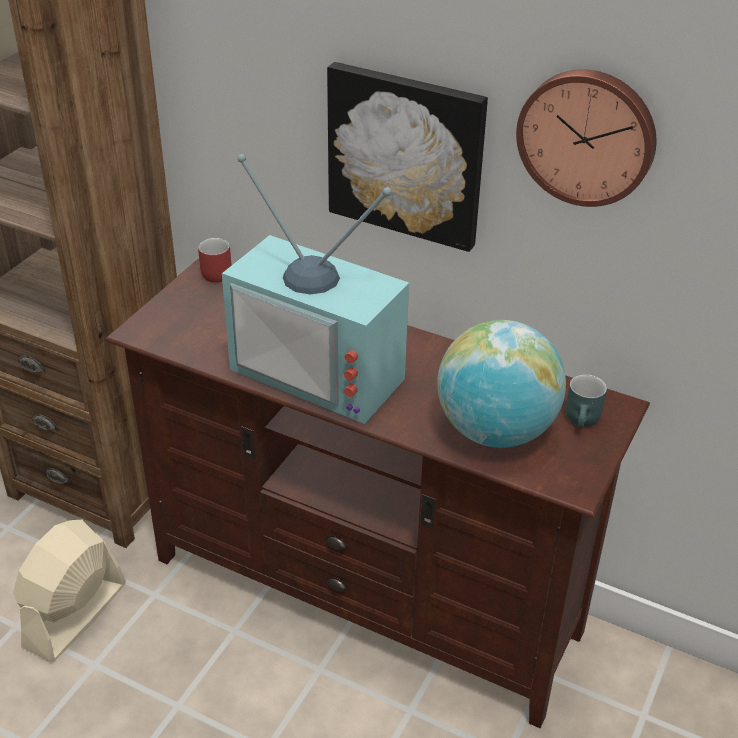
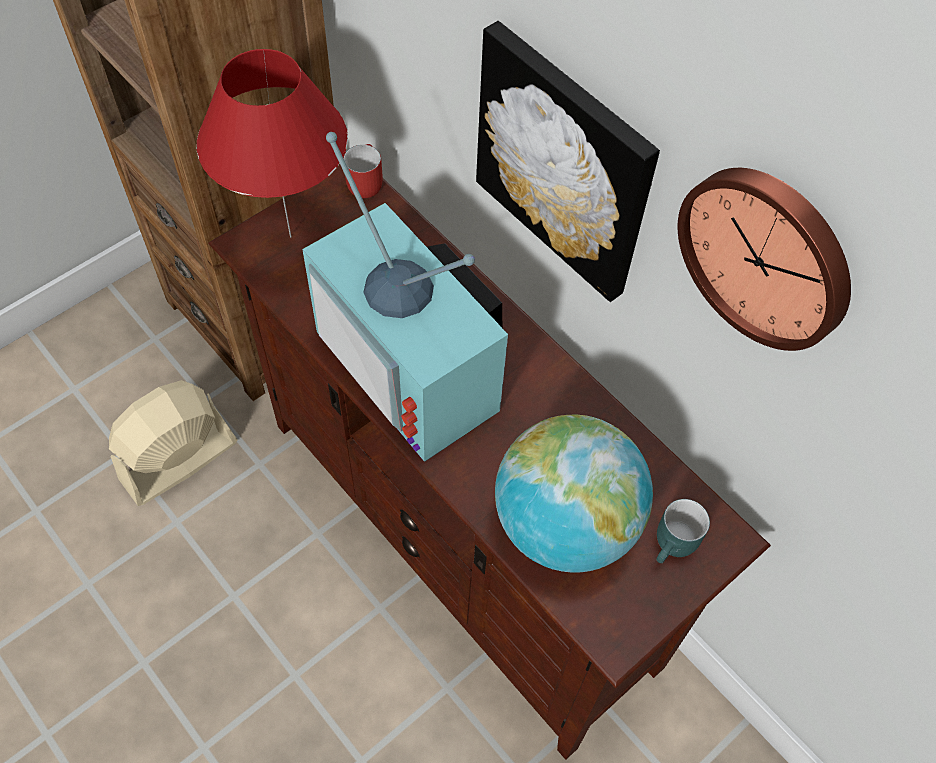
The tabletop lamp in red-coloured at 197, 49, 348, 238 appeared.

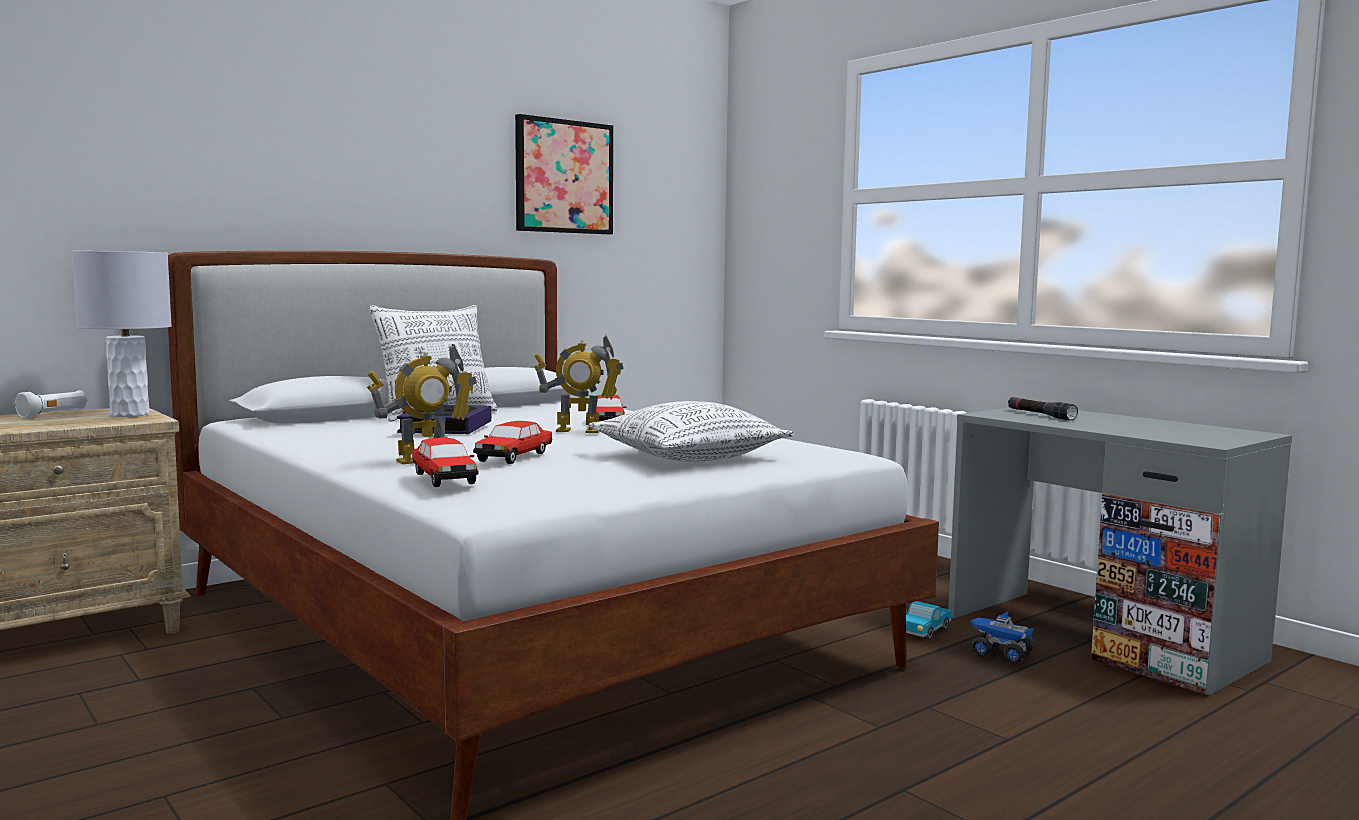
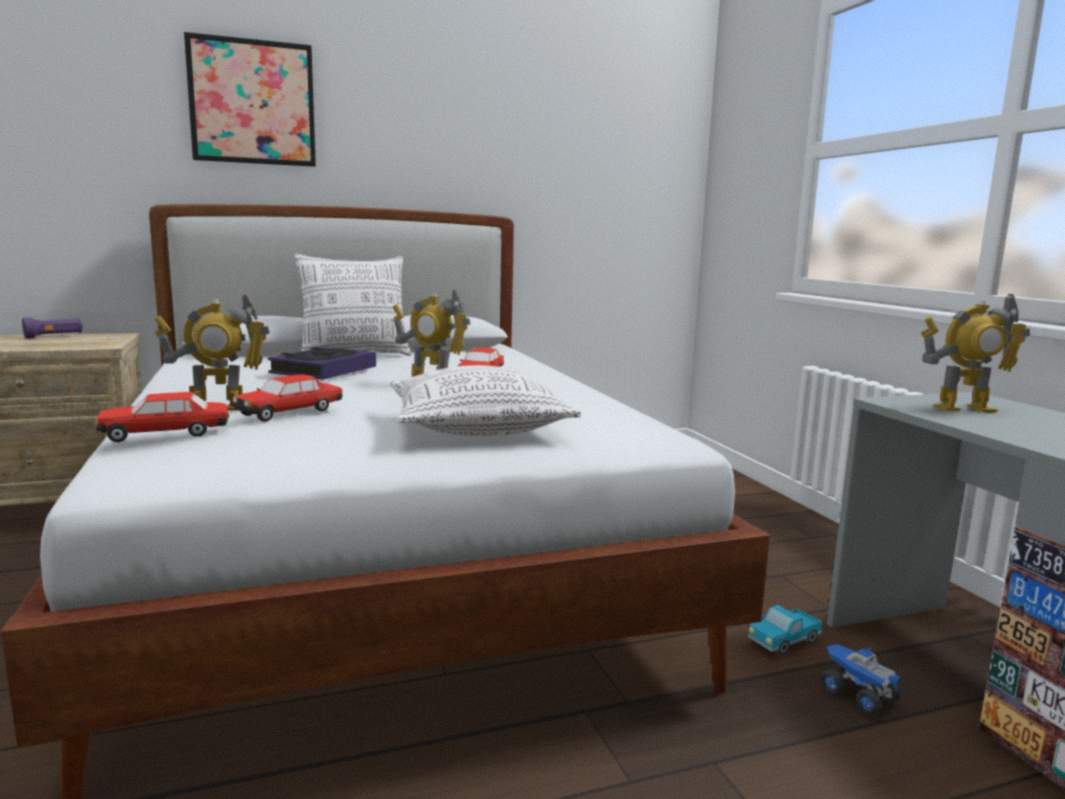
The flashlight in white-coloured at 15, 390, 87, 418 became the flashlight in purple-coloured at 22, 317, 83, 339. The toy car at 412, 438, 479, 487 turned 75 degrees clockwise. The picture moved from 515, 114, 613, 234 to 184, 32, 316, 167. The flashlight in black-coloured at 1008, 397, 1078, 420 was replaced by the model robot at 920, 294, 1030, 412. The tabletop lamp in grey at 71, 251, 172, 417 disappeared.

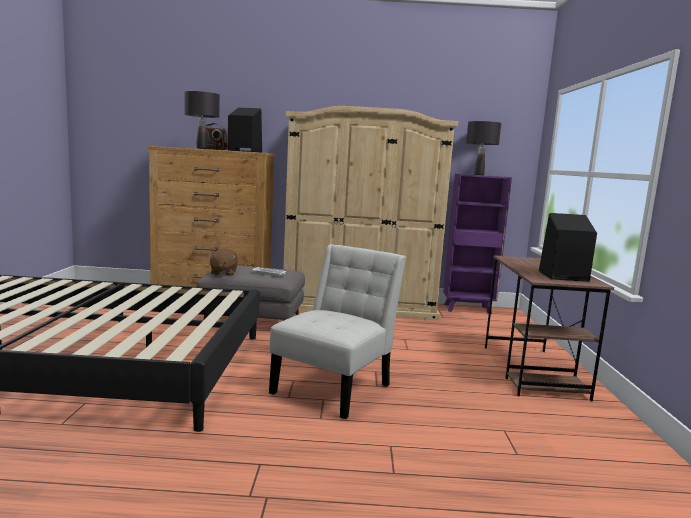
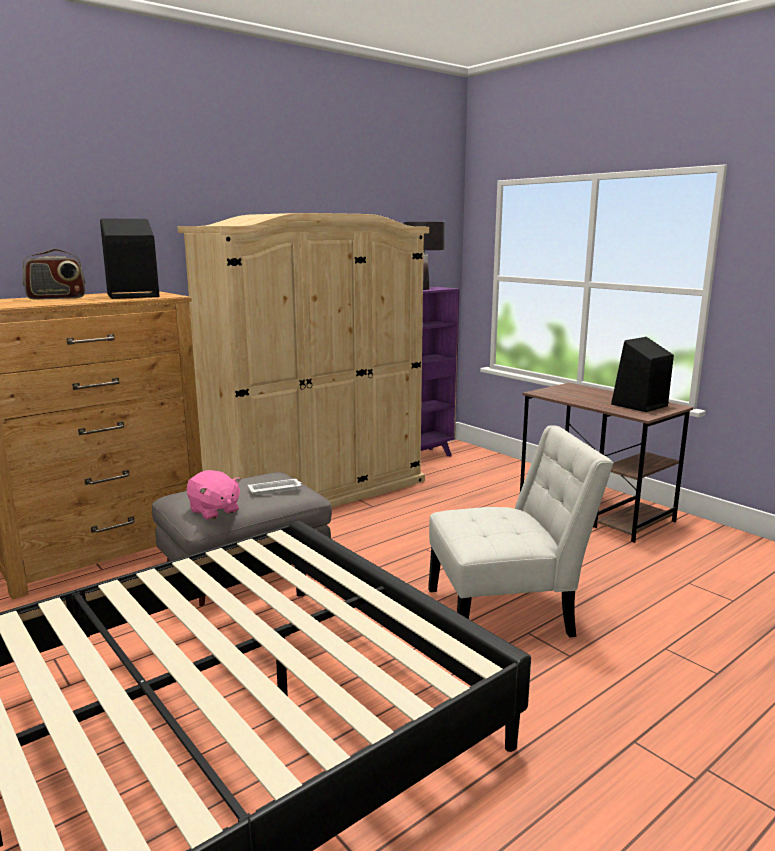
The plush toy in brown at 208, 249, 238, 276 became the plush toy in pink at 187, 470, 241, 520. The plain chair in white-coloured at 269, 244, 406, 419 turned 90 degrees clockwise. The tabletop lamp in black-coloured at 185, 91, 220, 149 disappeared.

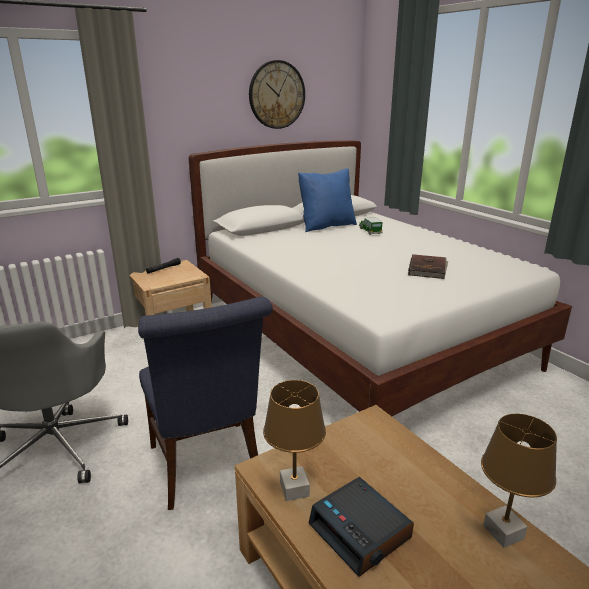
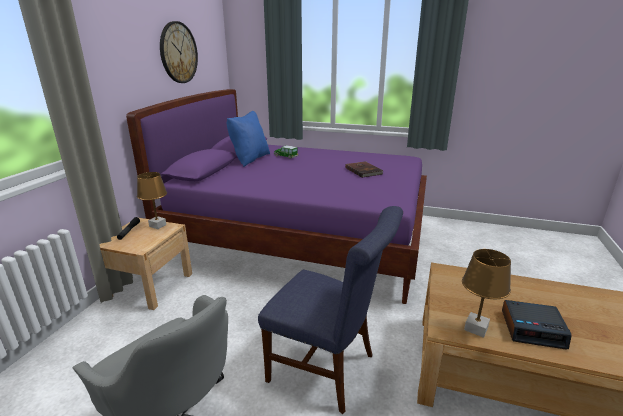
The bedroom bed in white-coloured at 189, 140, 572, 416 became the bedroom bed in purple-coloured at 126, 89, 427, 304. The tabletop lamp in brown moved from 481, 414, 557, 548 to 137, 172, 167, 229.

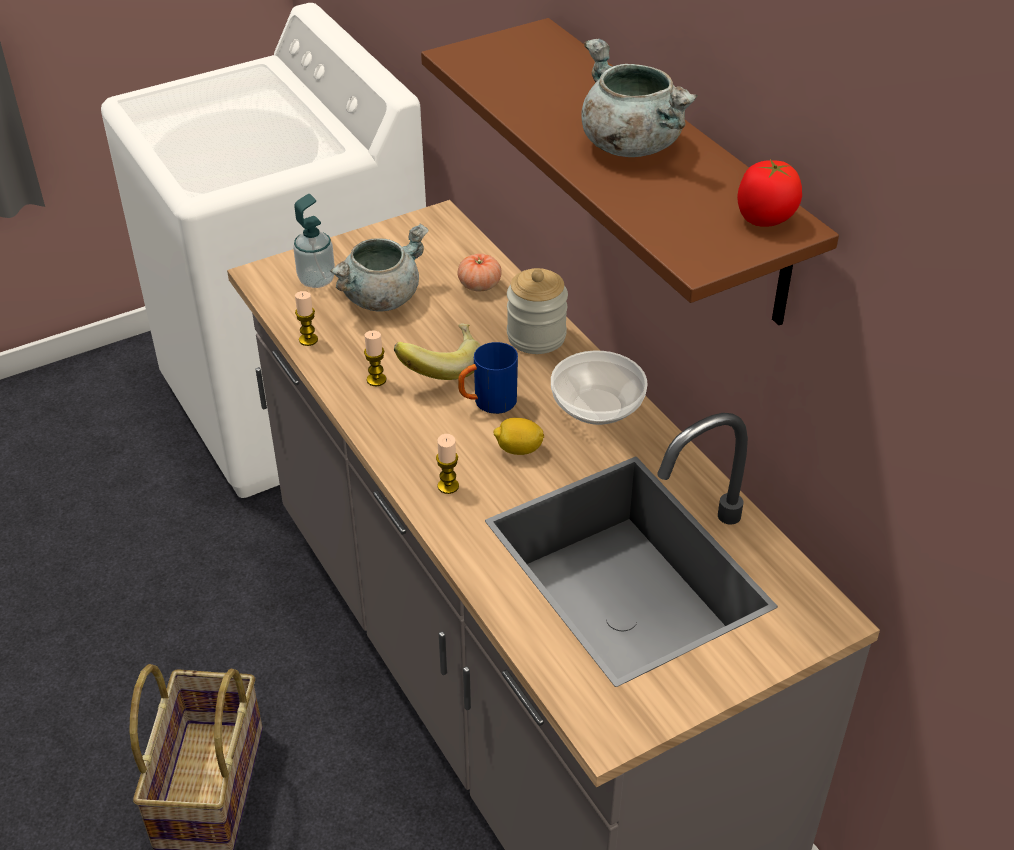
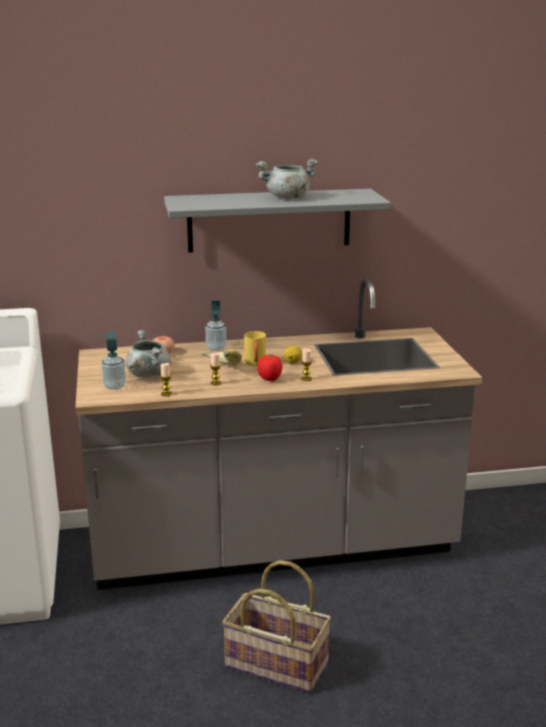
The wall shelf in brown at 421, 18, 839, 325 became the wall shelf in grey at 164, 189, 391, 253. The storage jar at 507, 268, 568, 354 was replaced by the liquid soap bottle at 205, 300, 227, 351. The coffee mug in blue-coloured at 458, 342, 518, 414 became the coffee mug in yellow at 244, 331, 266, 366. The whole tomato moved from 737, 159, 802, 227 to 258, 354, 282, 381. The deep dish at 551, 351, 647, 425 disappeared.

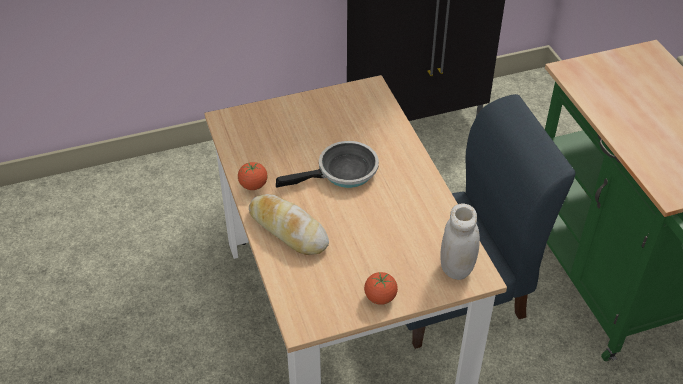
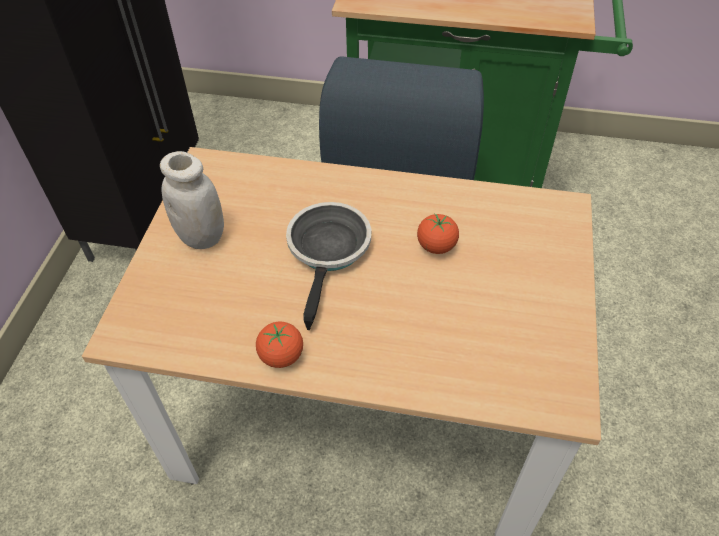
The storage jar in white-coloured moved from 440, 204, 480, 280 to 160, 151, 224, 249. The whole tomato moved from 364, 272, 398, 305 to 417, 214, 459, 254. The bread at 249, 194, 329, 255 disappeared.

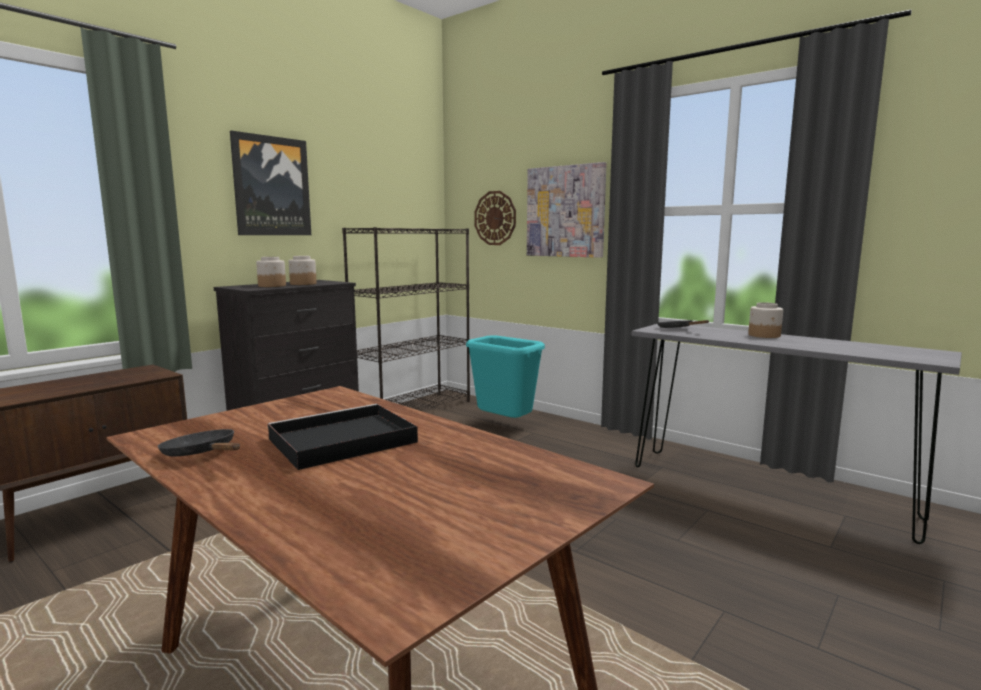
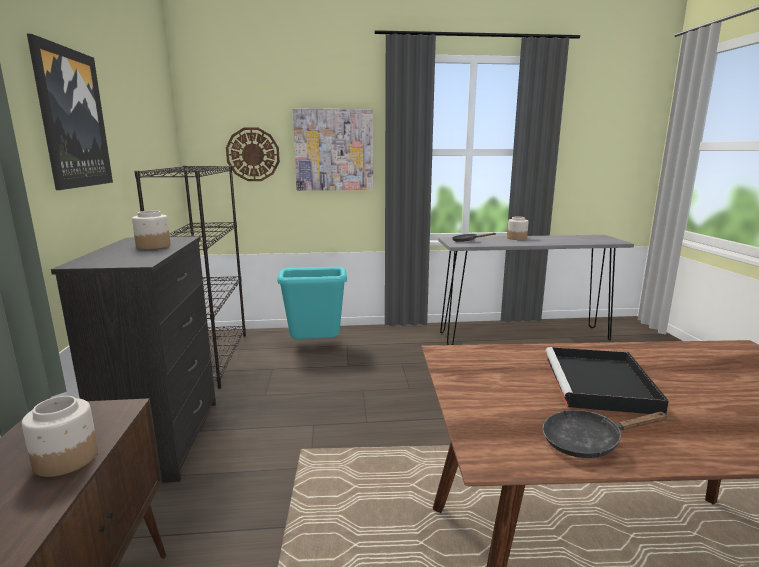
The storage jar moved from 256, 257, 286, 287 to 22, 396, 98, 477.

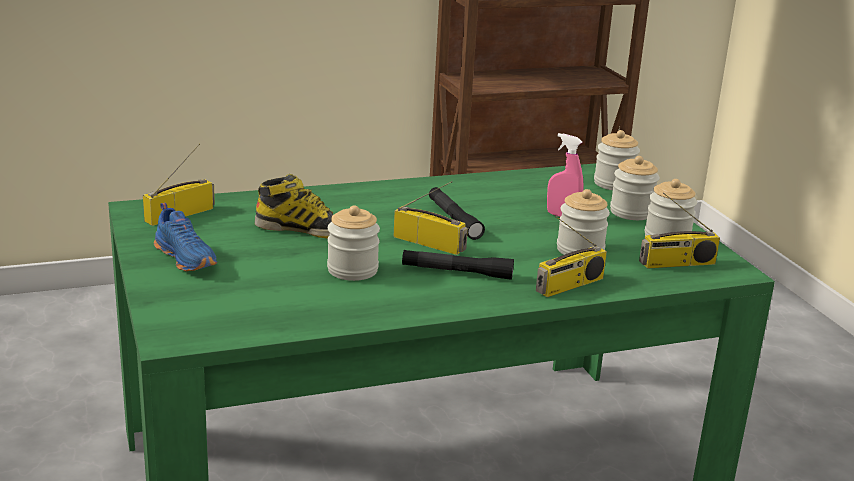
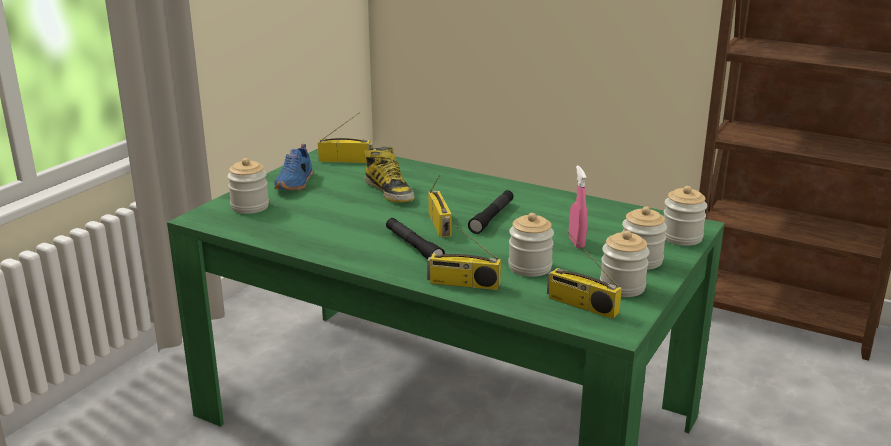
The storage jar moved from 327, 205, 380, 281 to 227, 158, 269, 214.

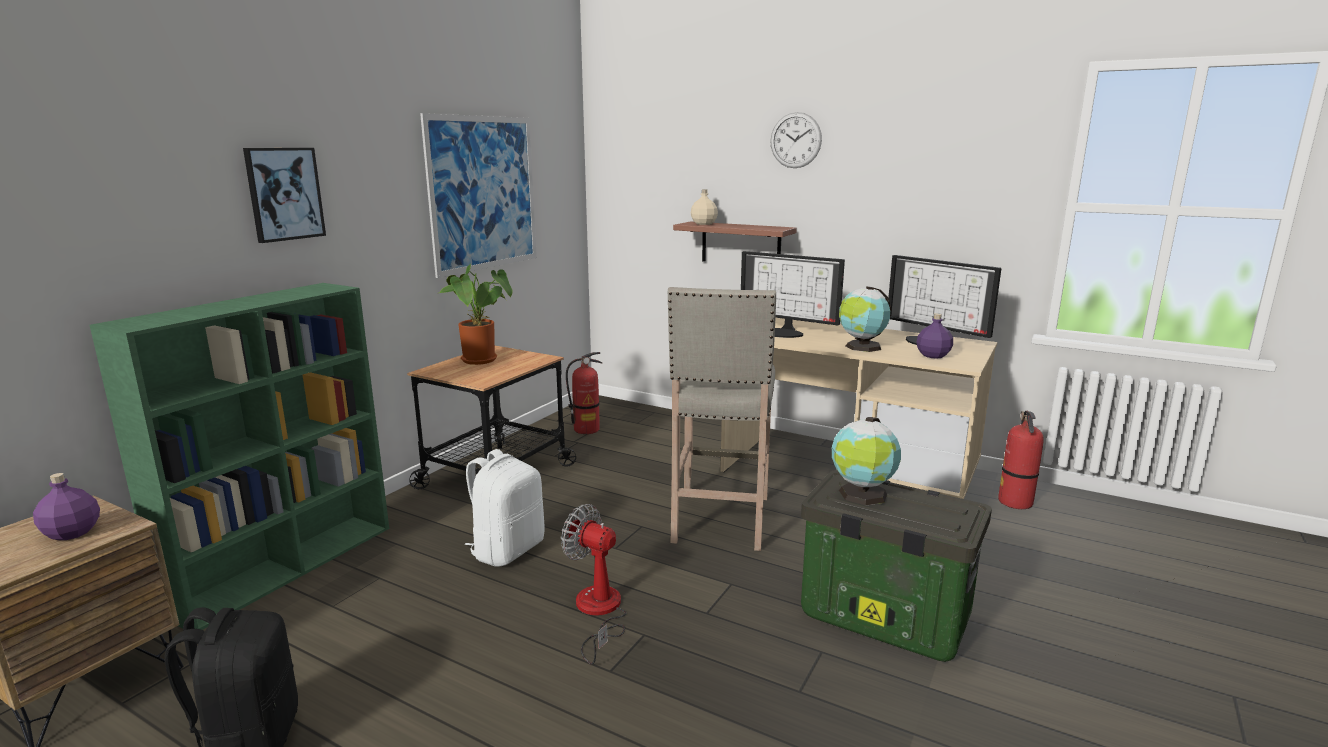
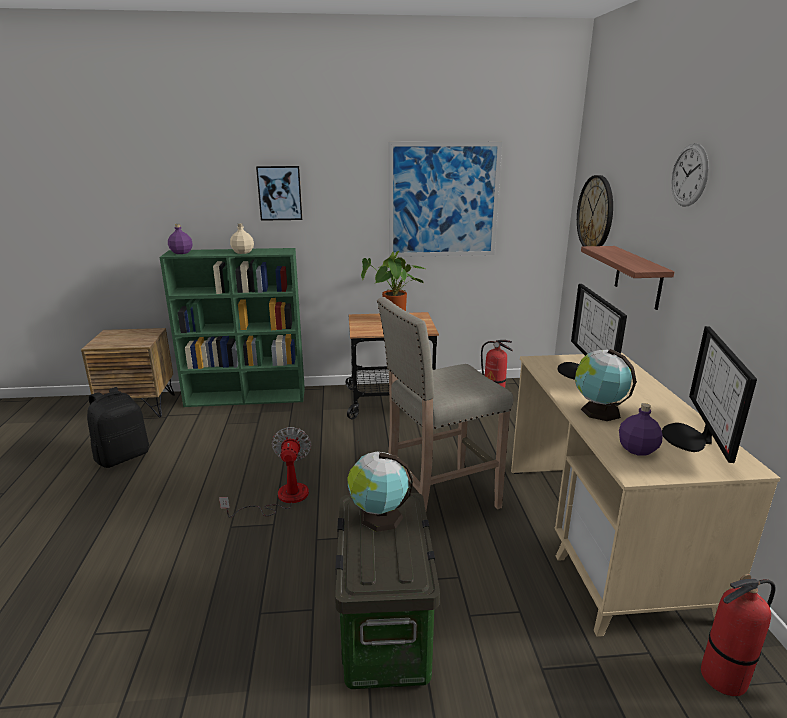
The drink bottle in purple-coloured moved from 33, 473, 100, 540 to 168, 224, 193, 254. The drink bottle in beige-coloured moved from 691, 189, 718, 225 to 230, 223, 254, 254. The clock on the wall at 577, 175, 613, 246 appeared. The rucksack in white-coloured at 465, 449, 545, 567 disappeared.

